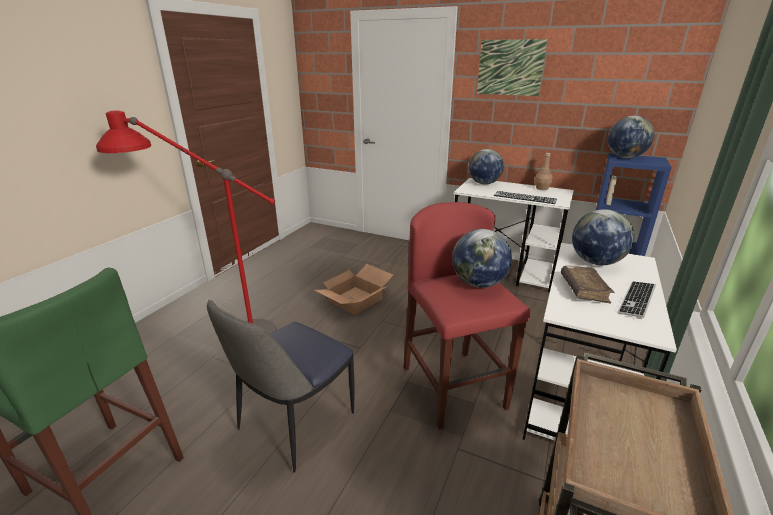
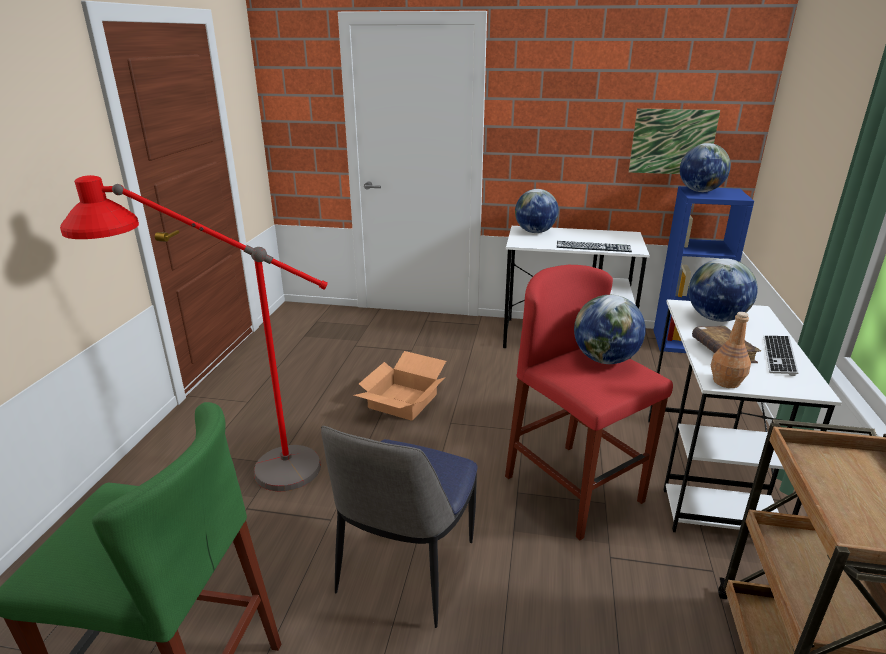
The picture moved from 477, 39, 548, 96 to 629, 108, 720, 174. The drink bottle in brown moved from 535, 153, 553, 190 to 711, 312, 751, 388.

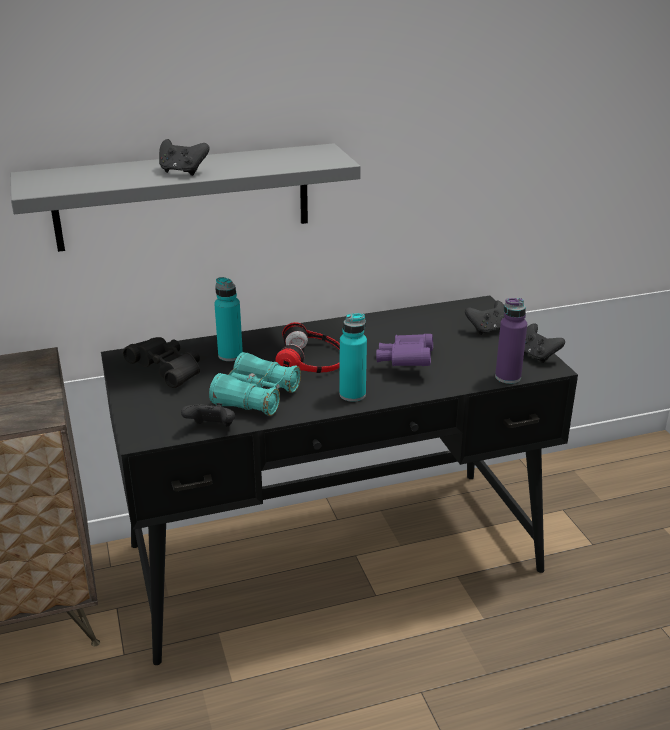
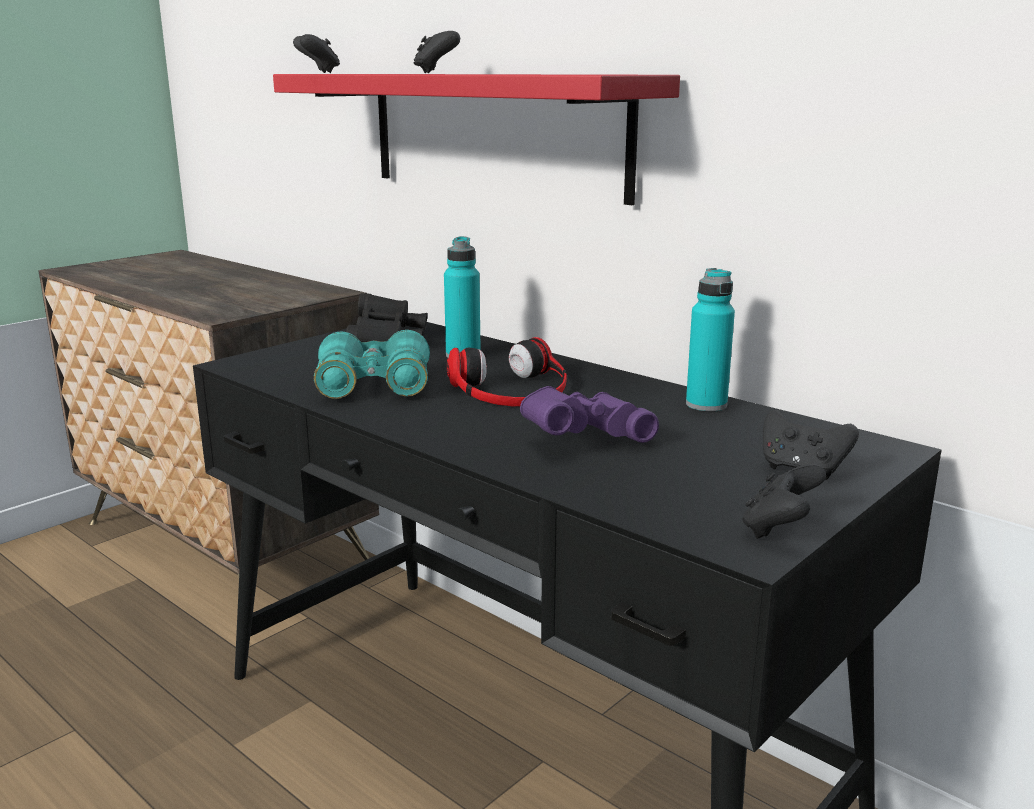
The wall shelf in grey at 10, 143, 361, 252 became the wall shelf in red-coloured at 273, 74, 680, 205. The joypad in black-coloured moved from 181, 403, 235, 427 to 293, 34, 340, 73. The drink bottle in turquoise-coloured moved from 339, 313, 367, 402 to 686, 268, 735, 411. The drink bottle in purple-coloured at 495, 298, 527, 384 disappeared.

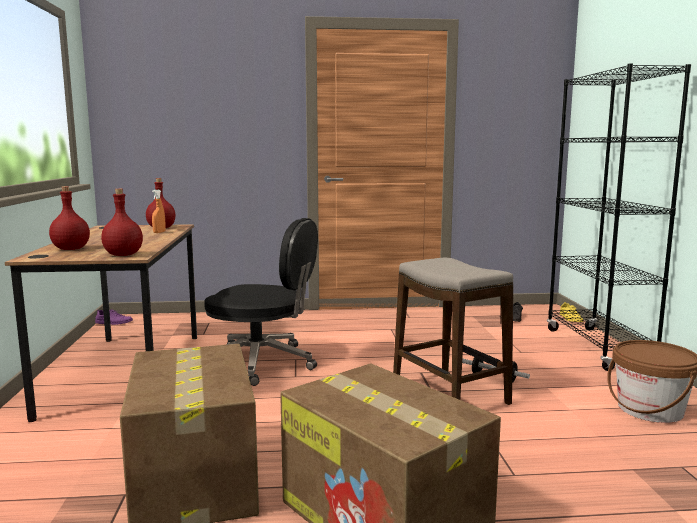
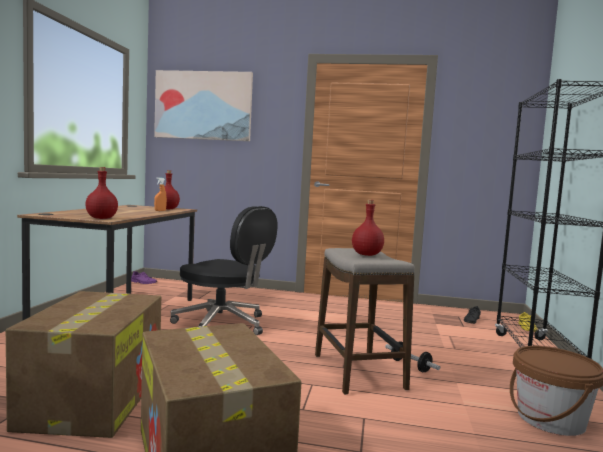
The picture at 154, 70, 253, 141 appeared. The drink bottle in red-coloured moved from 49, 186, 90, 250 to 352, 200, 384, 256.

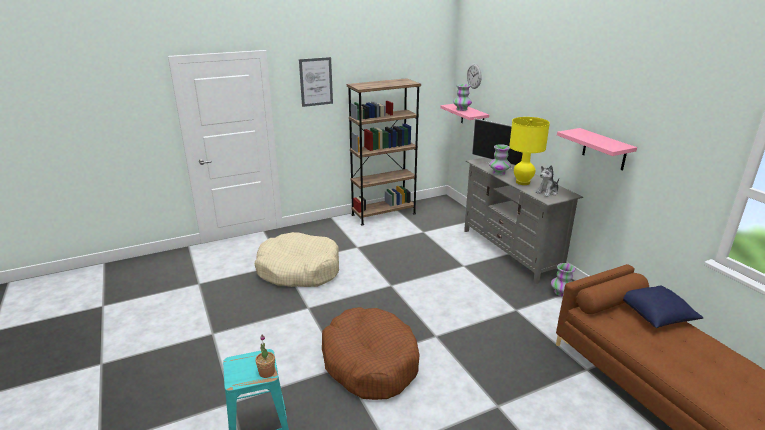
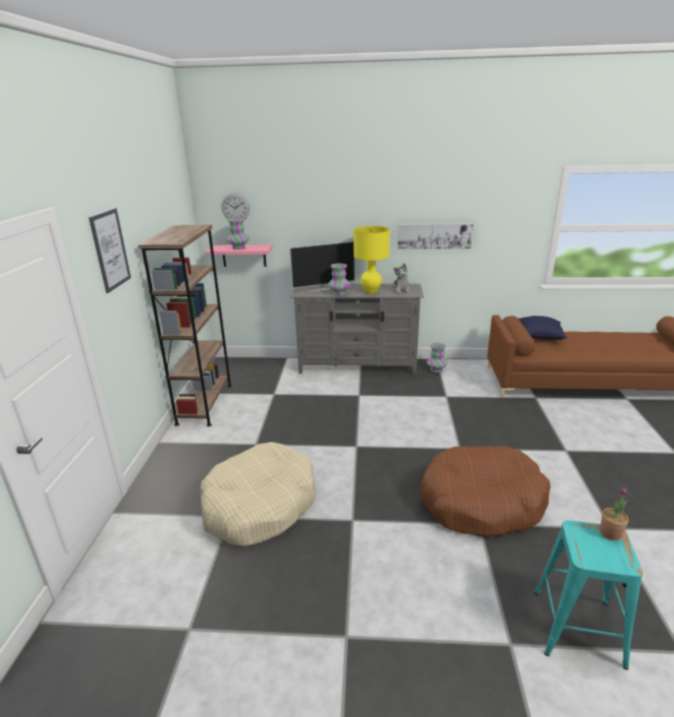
The wall shelf in pink at 557, 128, 637, 171 was replaced by the picture at 398, 223, 473, 249.

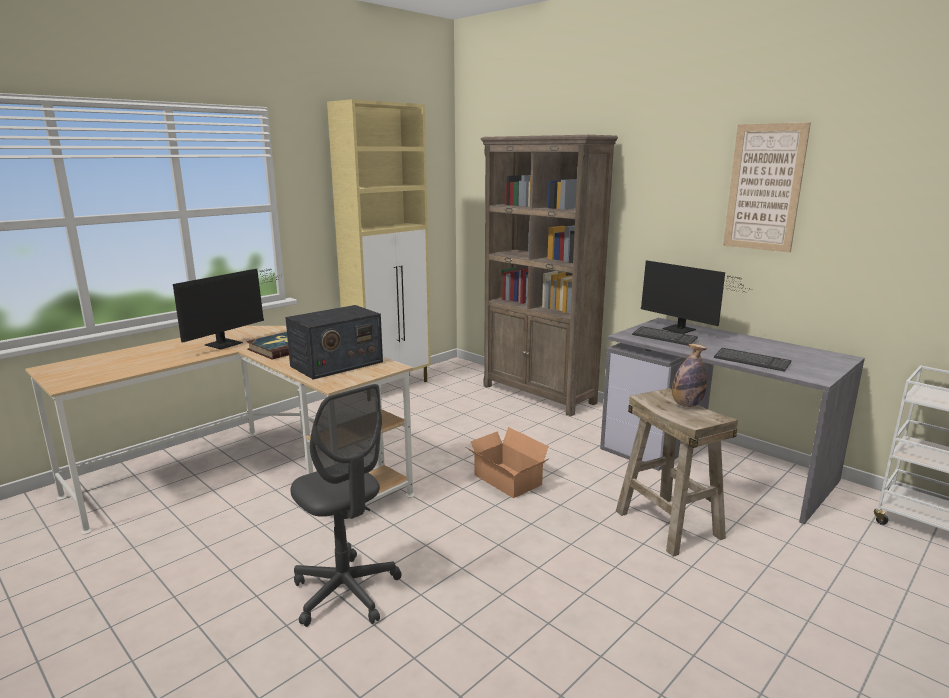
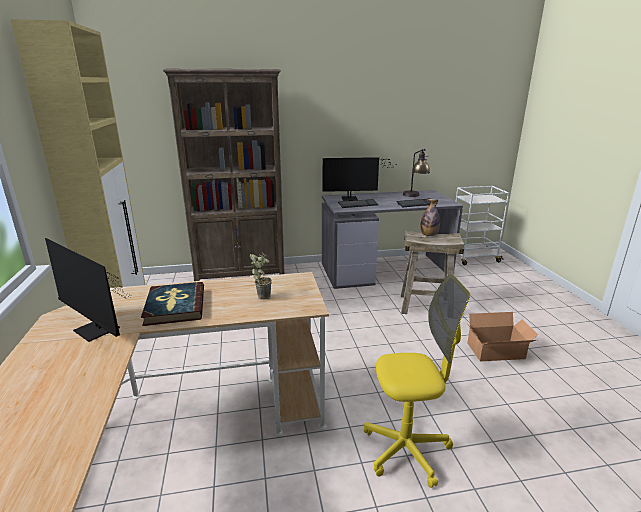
The computer screen at 173, 269, 281, 349 turned 150 degrees clockwise. The radio receiver at 285, 305, 383, 380 was replaced by the houseplant at 250, 253, 272, 300. The office chair in grey at 290, 384, 402, 627 became the office chair in yellow at 364, 274, 470, 488. The tabletop lamp at 403, 149, 430, 197 appeared. The cardboard box moved from 464, 427, 550, 498 to 466, 312, 538, 361. The picture at 723, 122, 811, 253 disappeared.

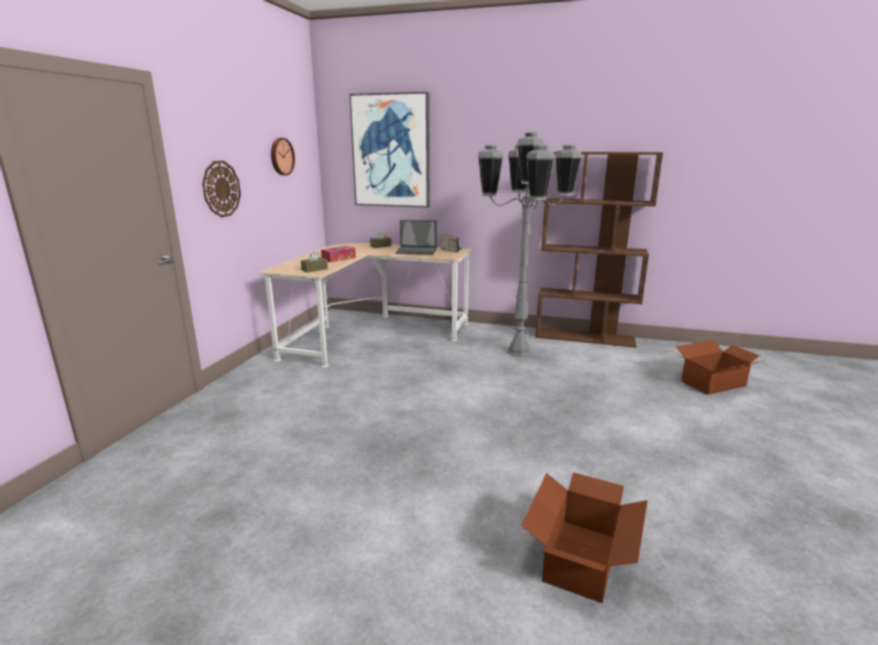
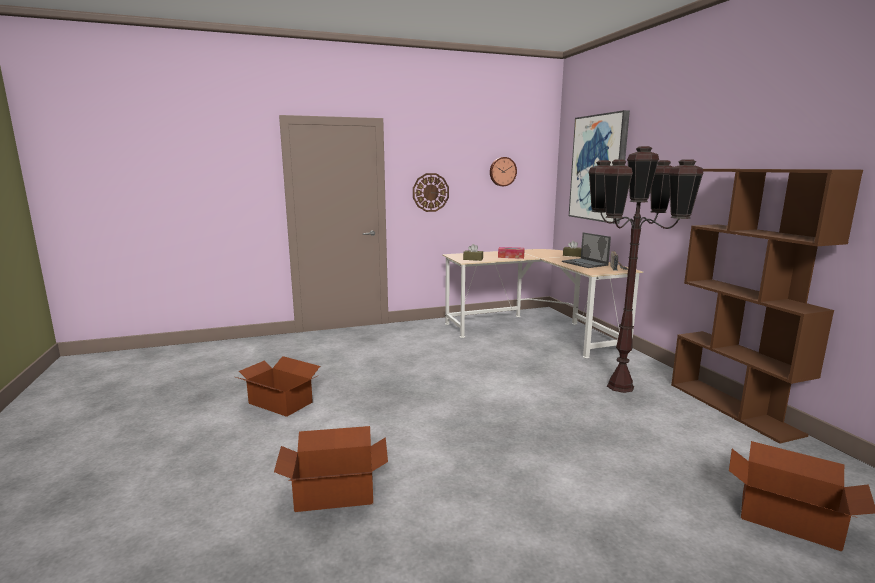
The cardboard box at 236, 356, 320, 417 appeared. The standard lamp in grey at 478, 132, 582, 357 became the standard lamp in brown at 588, 146, 704, 393.

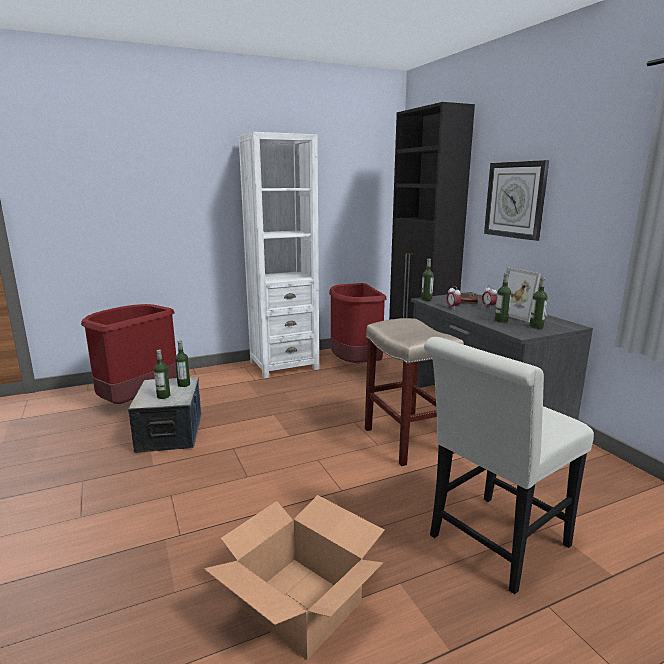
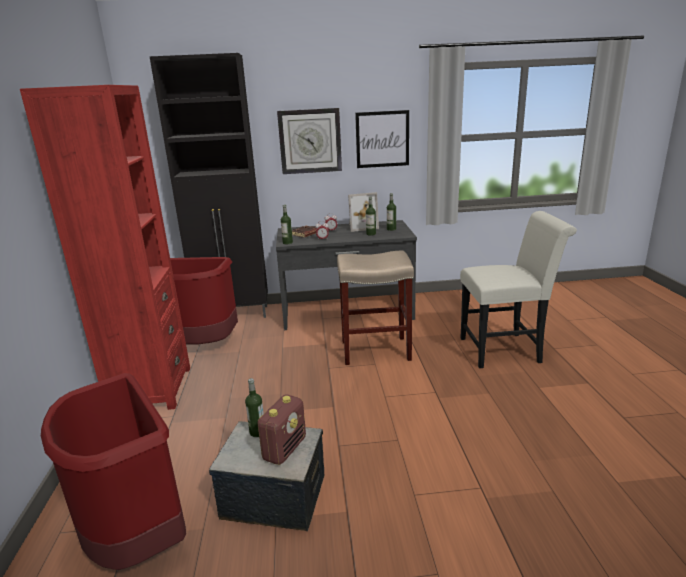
The bookshelf in white-coloured at 239, 132, 319, 378 became the bookshelf in red-coloured at 20, 85, 190, 410. The drink bottle at 154, 350, 170, 399 was replaced by the radio receiver at 257, 395, 306, 465. The picture at 355, 110, 409, 168 appeared. The plain chair in white-coloured at 424, 337, 594, 594 turned 75 degrees counterclockwise. The cardboard box at 204, 495, 385, 660 disappeared.

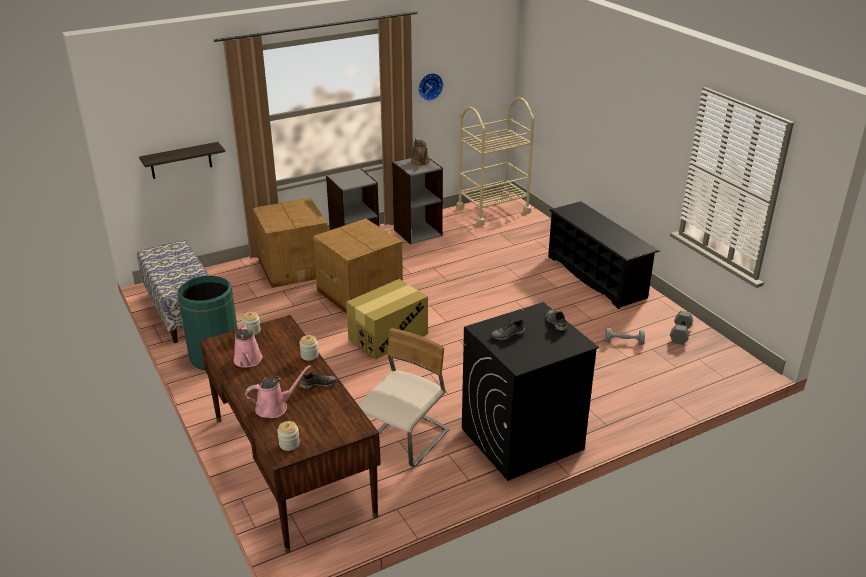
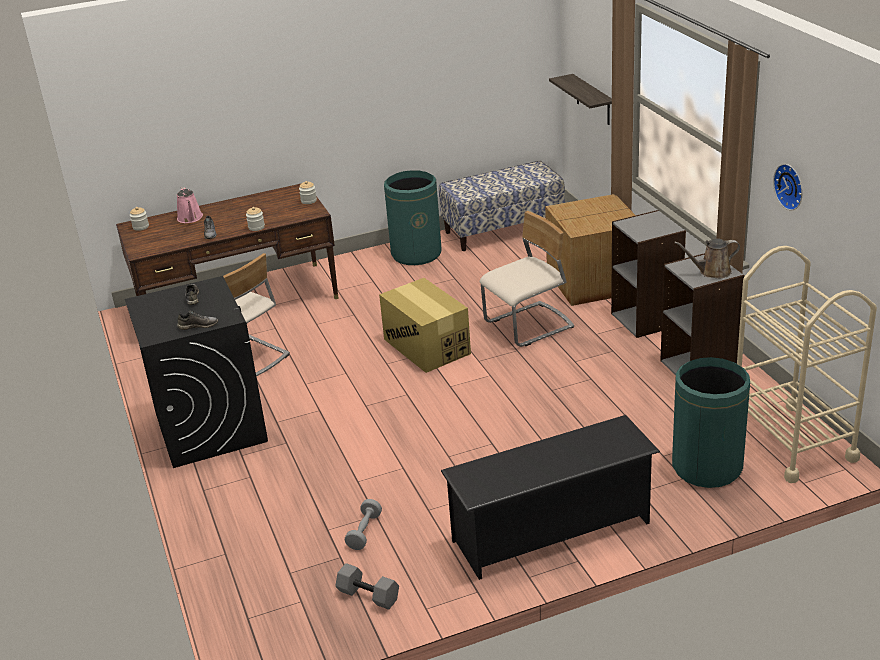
The cardboard box at 313, 218, 403, 314 was replaced by the plain chair in beige-coloured at 480, 211, 574, 347. The trash can in greenish at 672, 357, 750, 488 appeared. The watering can in pink at 234, 325, 263, 368 disappeared.

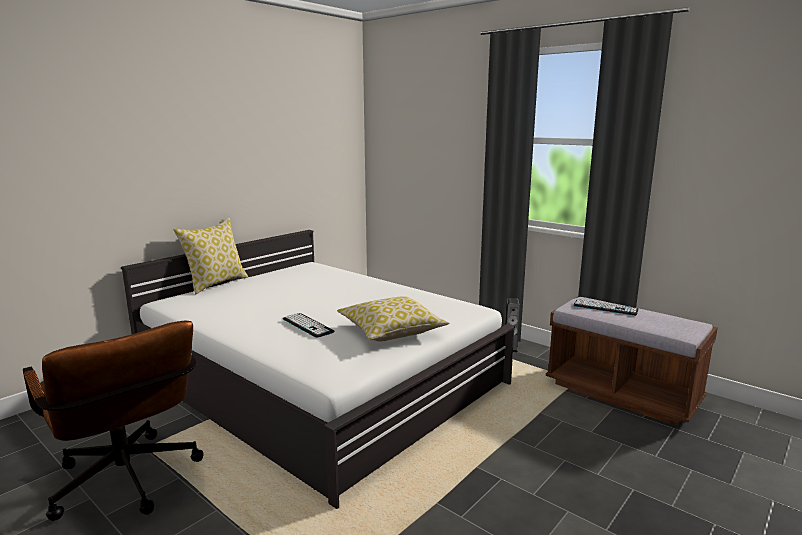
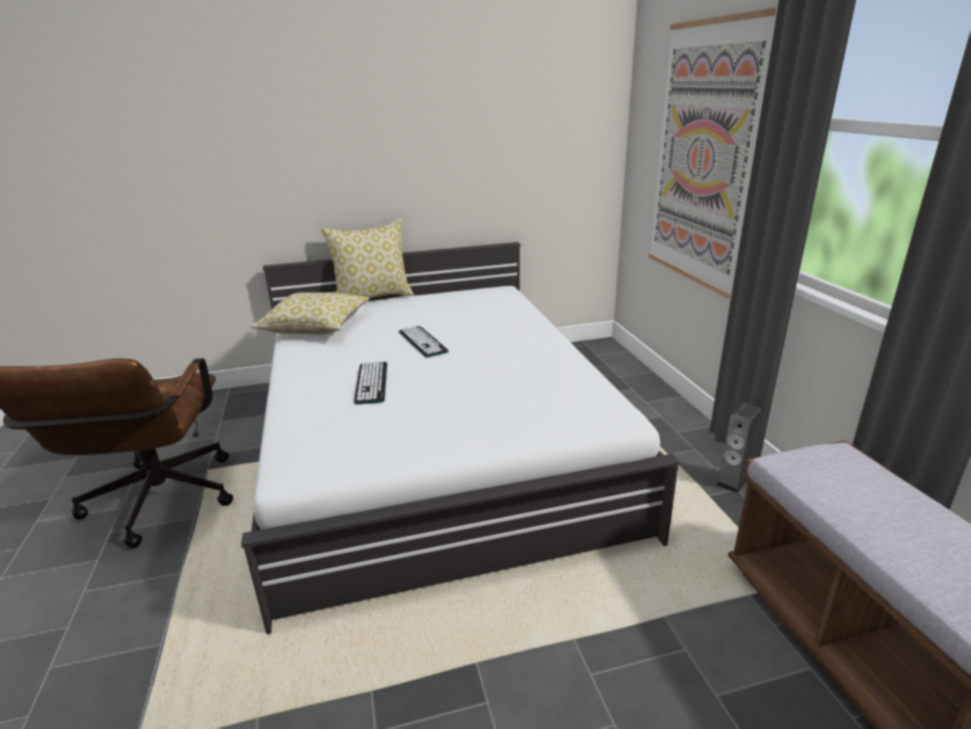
The cushion moved from 337, 296, 449, 341 to 250, 292, 370, 335. The PC keyboard moved from 573, 299, 639, 316 to 399, 326, 449, 358. The picture at 648, 7, 778, 299 appeared.

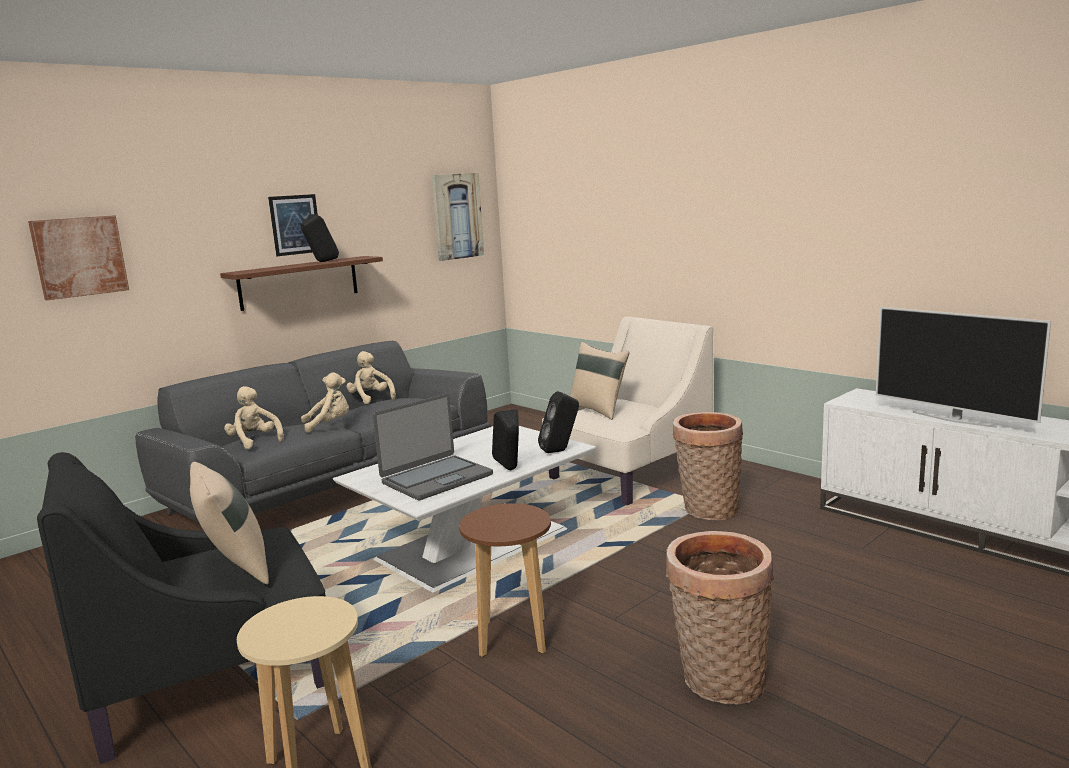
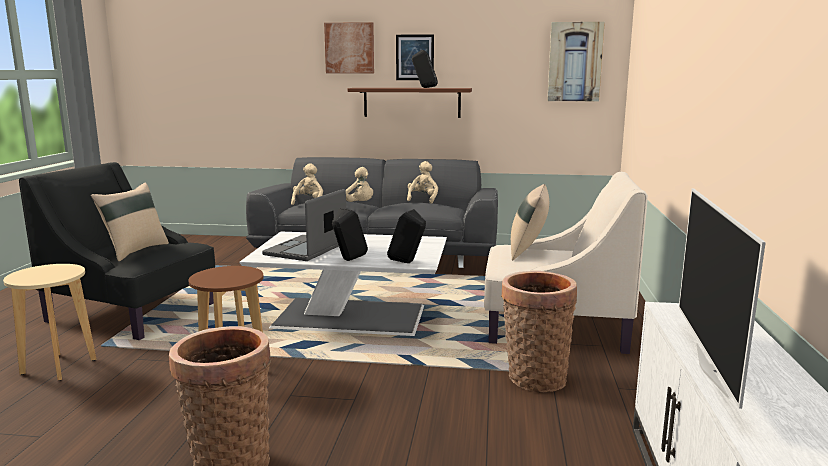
The laptop at 373, 394, 493, 500 turned 105 degrees clockwise. The picture moved from 28, 215, 129, 300 to 324, 22, 374, 73.

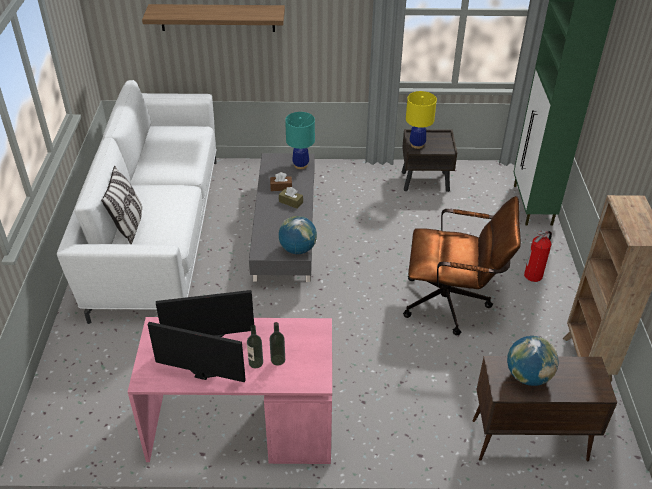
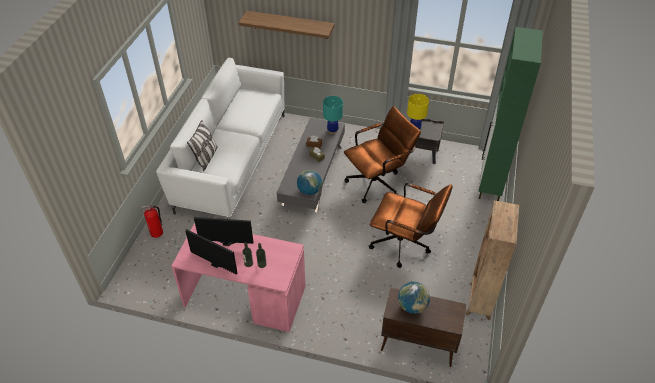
The extinguisher moved from 524, 231, 552, 282 to 141, 205, 163, 238. The office chair in brown at 344, 106, 421, 203 appeared.

